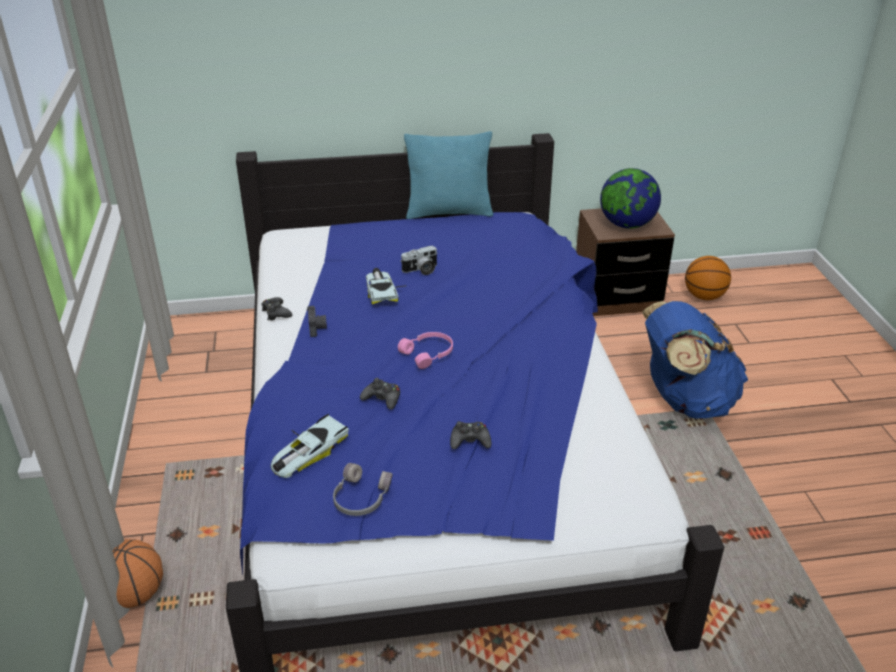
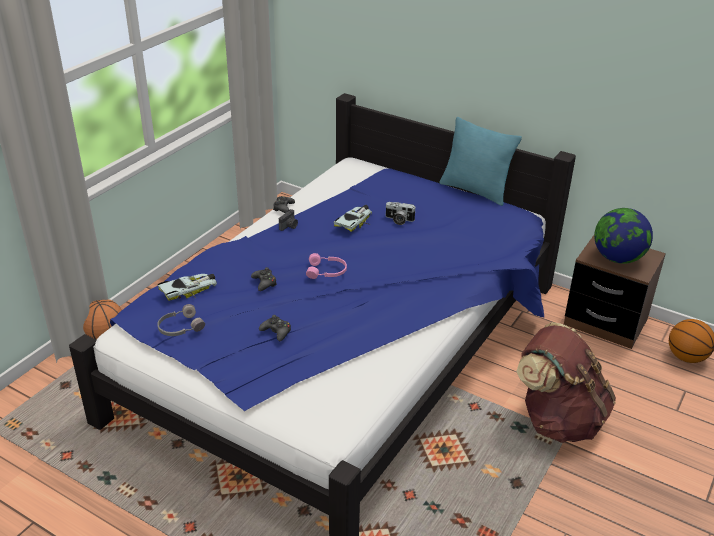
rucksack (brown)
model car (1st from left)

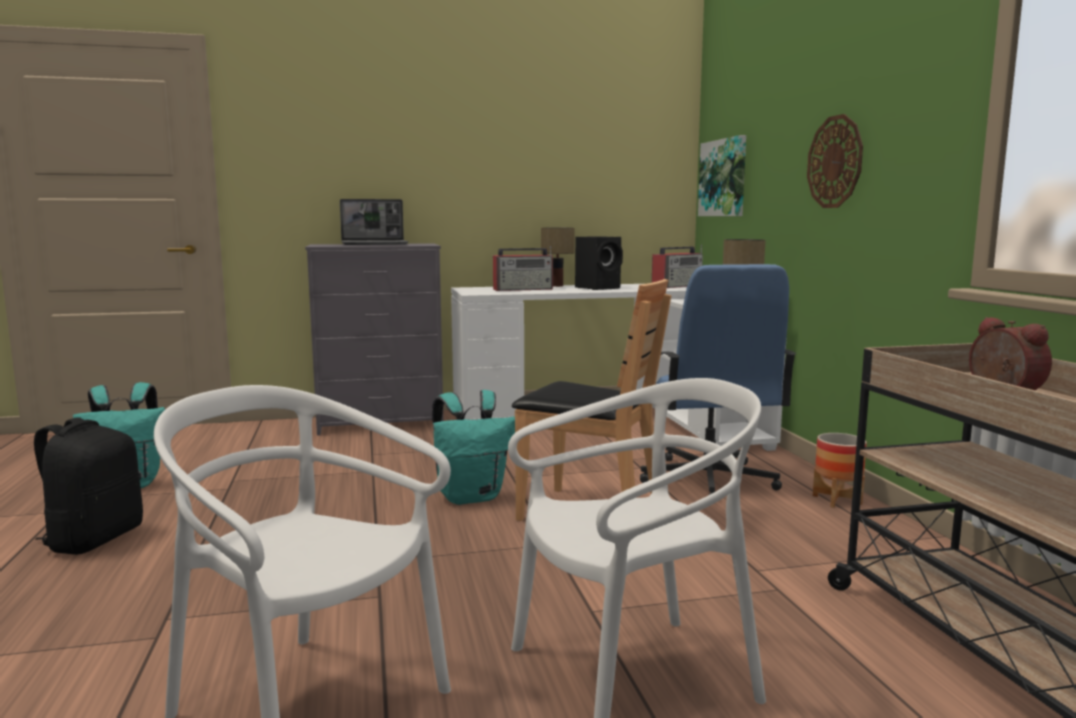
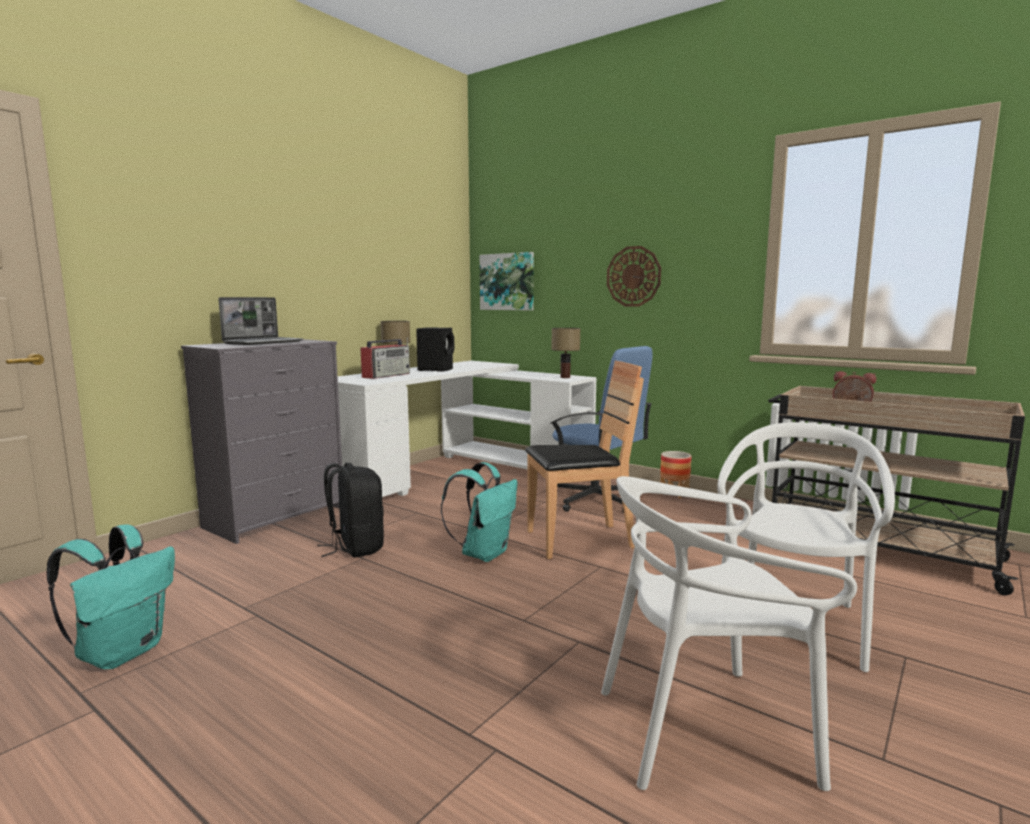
radio (2nd from left in the first image)
rucksack (blackish)

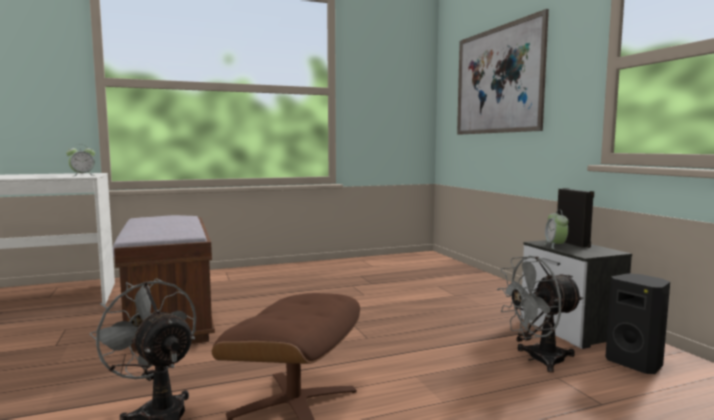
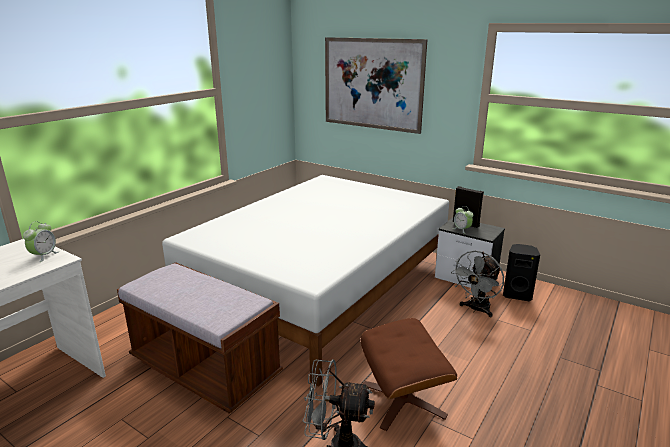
bedroom bed (white)

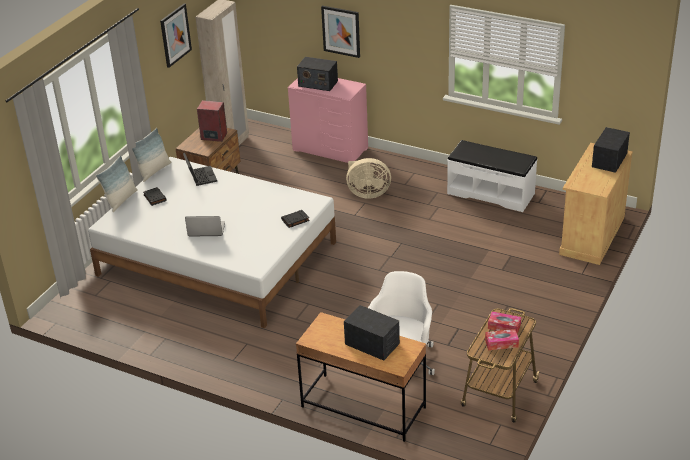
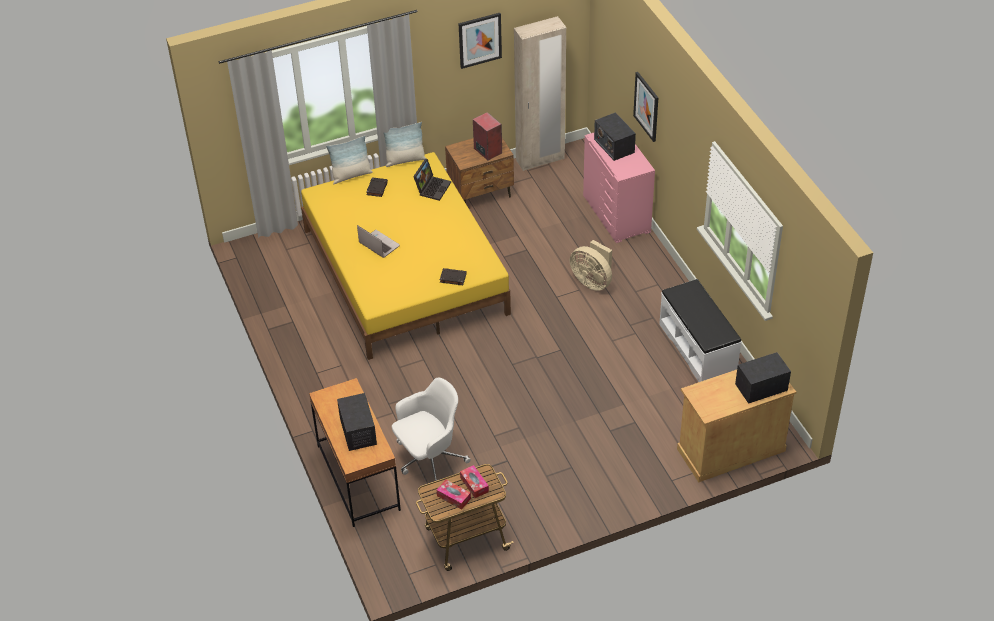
bedroom bed (yellow-coloured)

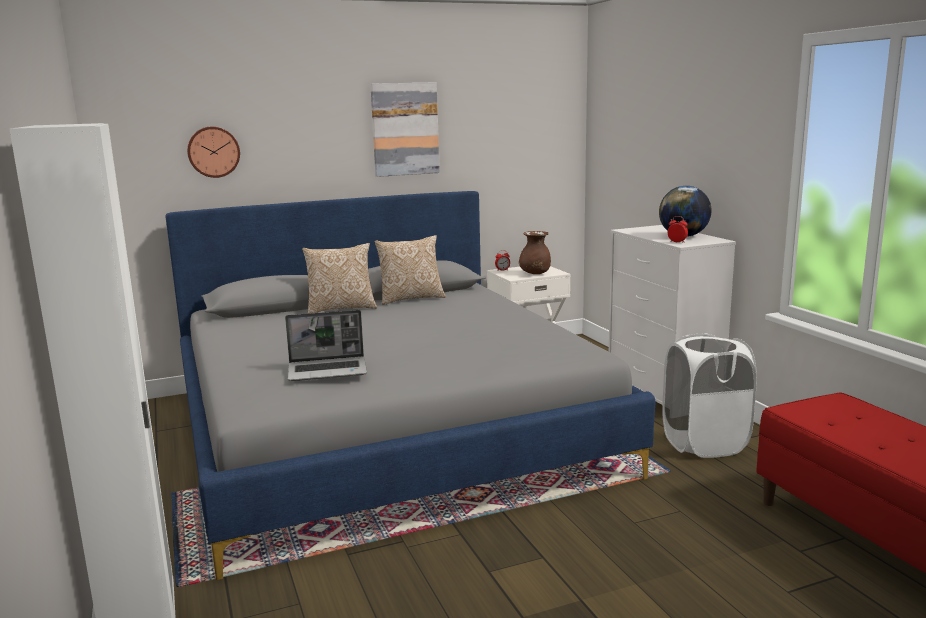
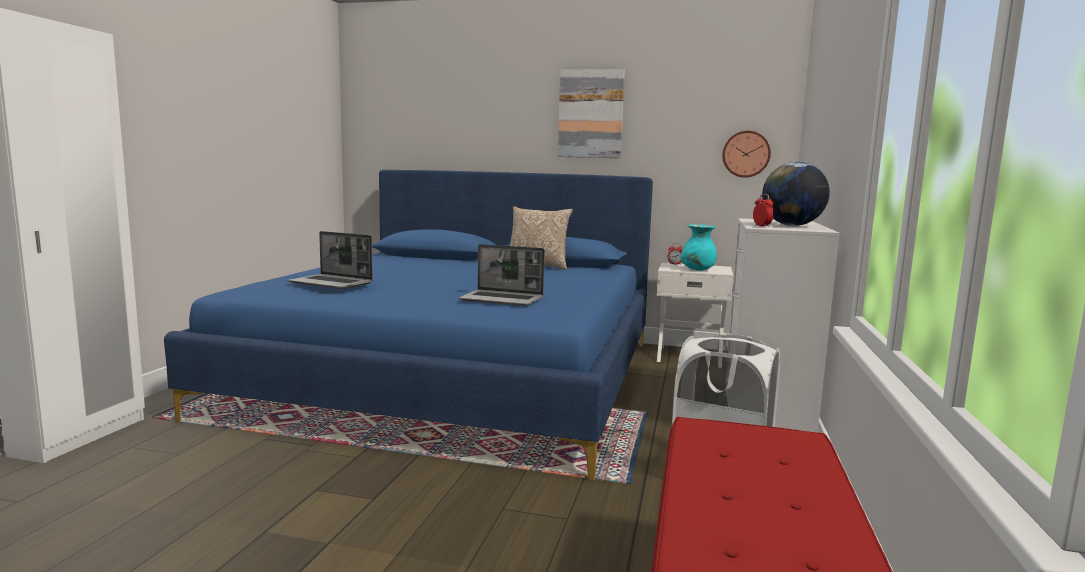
wall clock
bedroom bed (bluish)
decorative vase (turquoise)
throw pillow (1st from left in the first image)
portable computer (2nd from left)

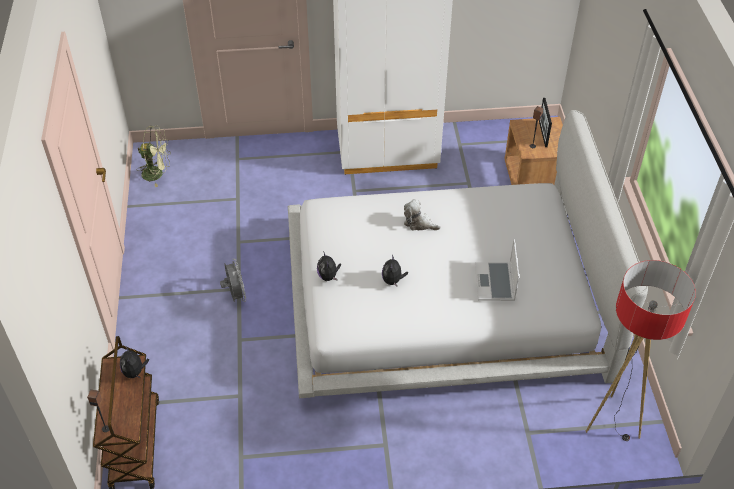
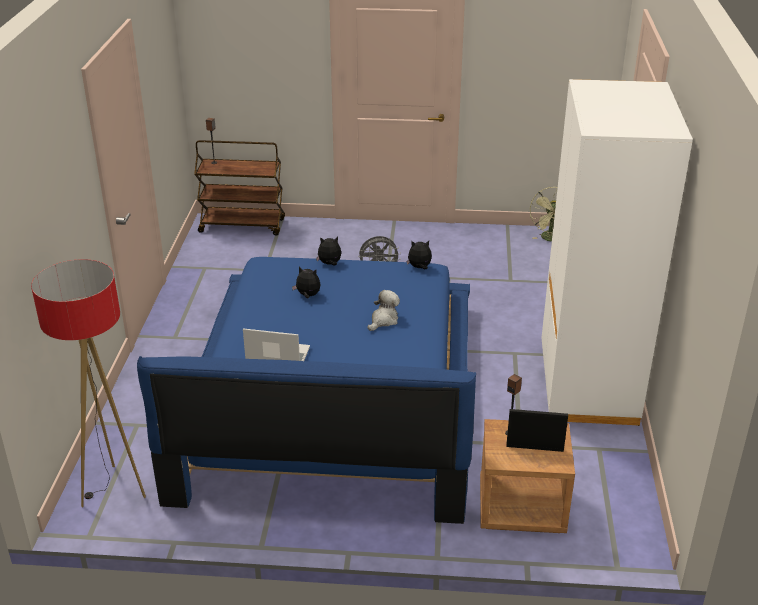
bedroom bed (bluish)
plush toy (4th from left)

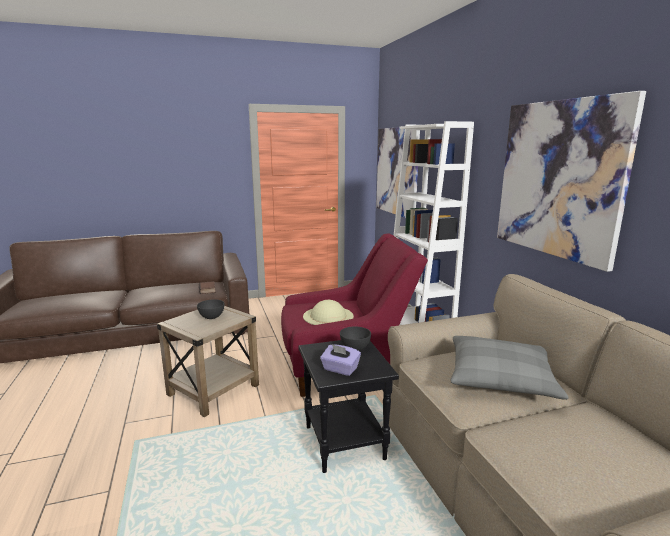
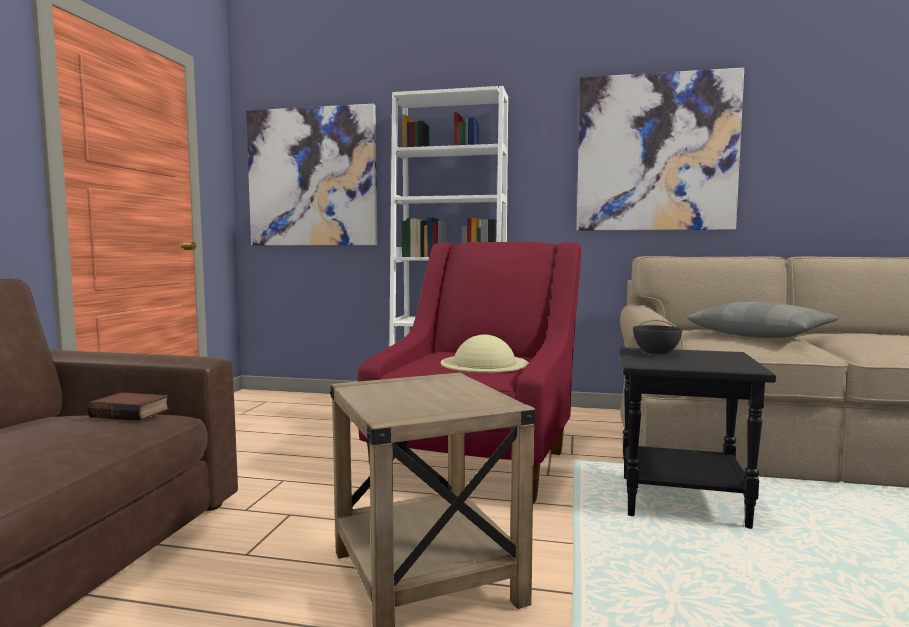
bowl (greyish) (1st from left in the first image)
tissue holder (purple-coloured)

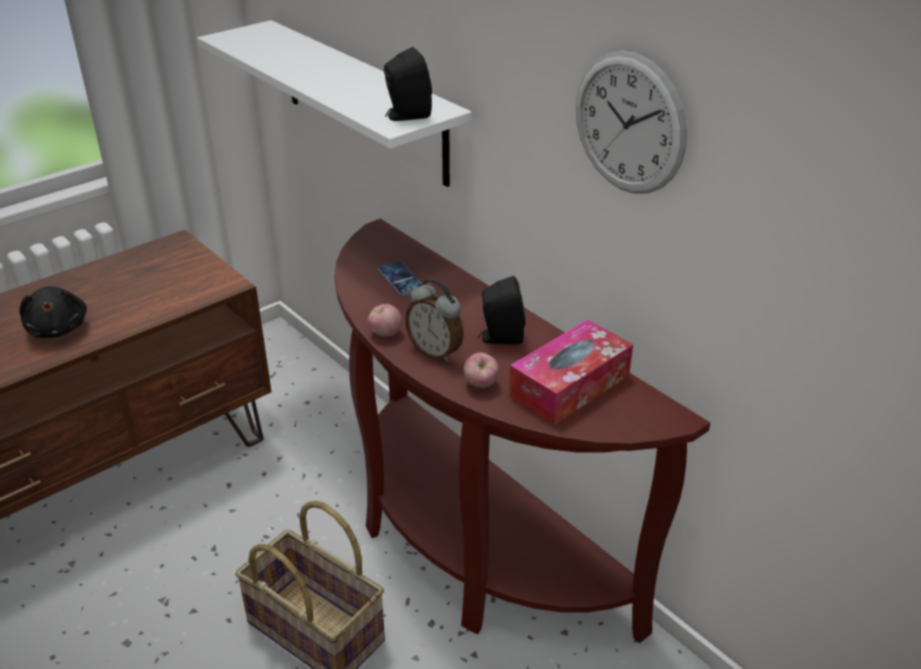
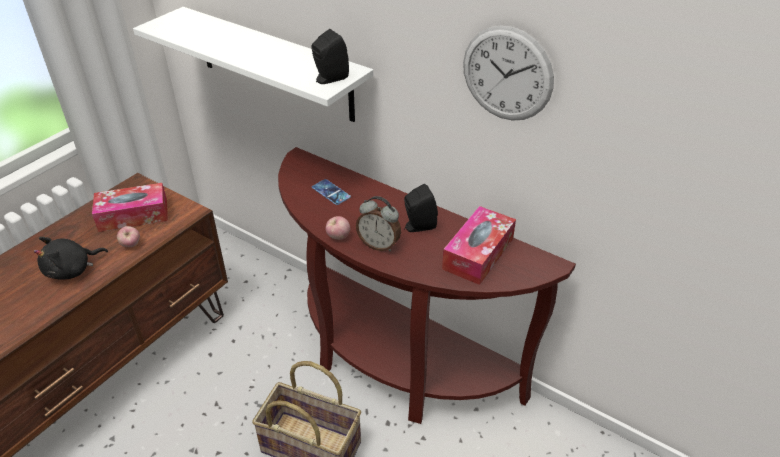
plush toy (blackish)
apple fruit (1st from left)
tissue holder (1st from left)

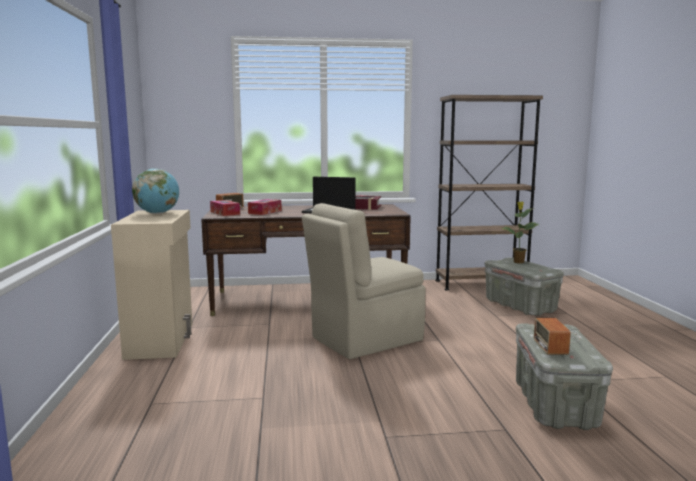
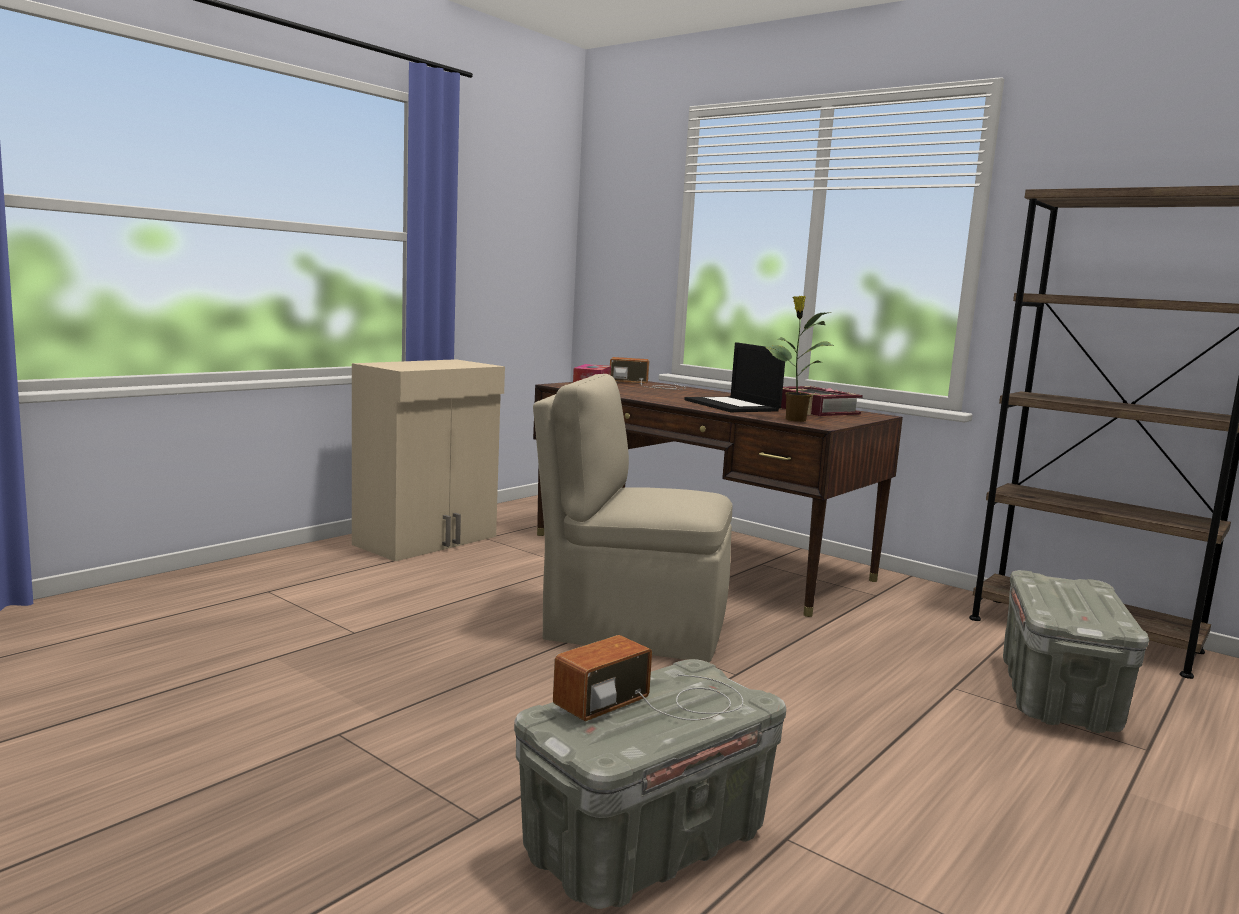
world globe
tissue holder (2nd from left in the first image)
plant in a pot

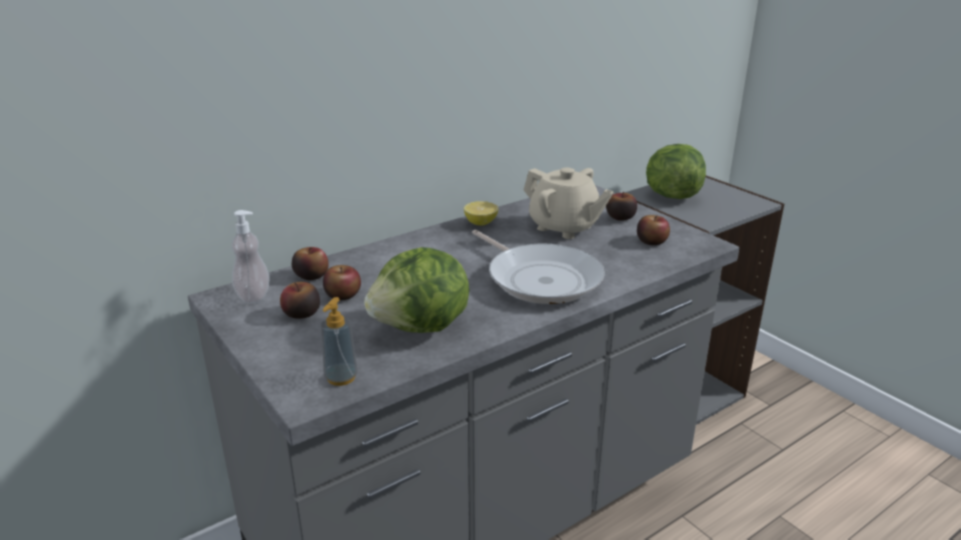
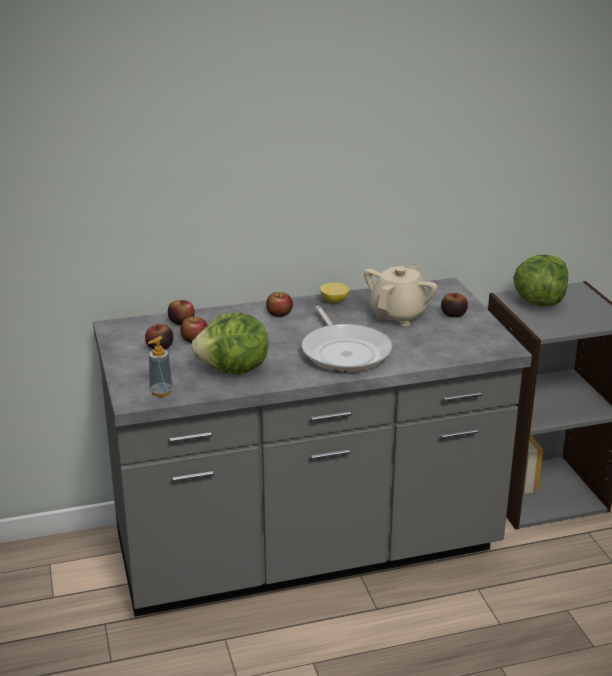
pot for tea (beige-coloured)
liquid soap bottle (1st from left in the first image)
apple fruit (4th from left)

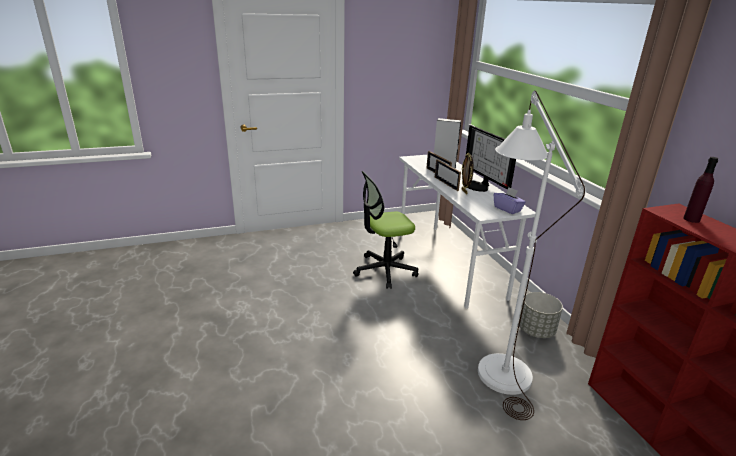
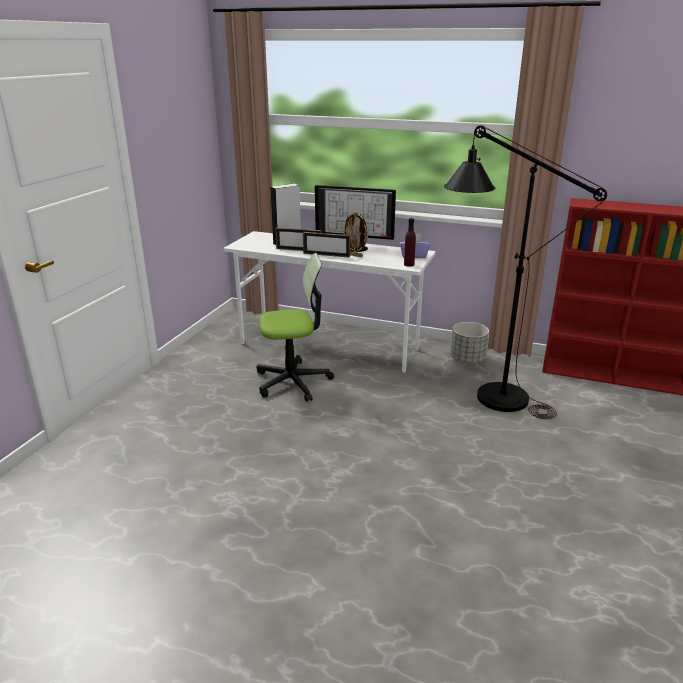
standing lamp (blackish)
beverage bottle (purple-coloured)
computer chair

